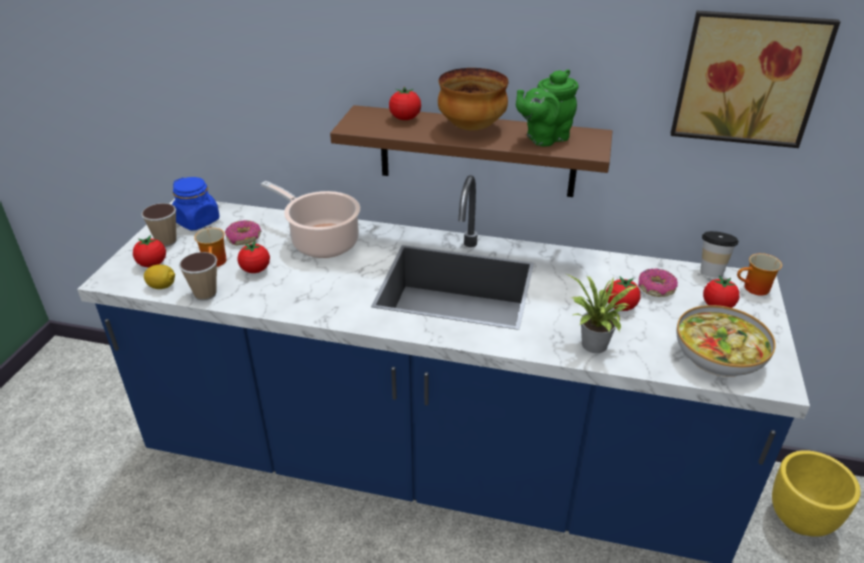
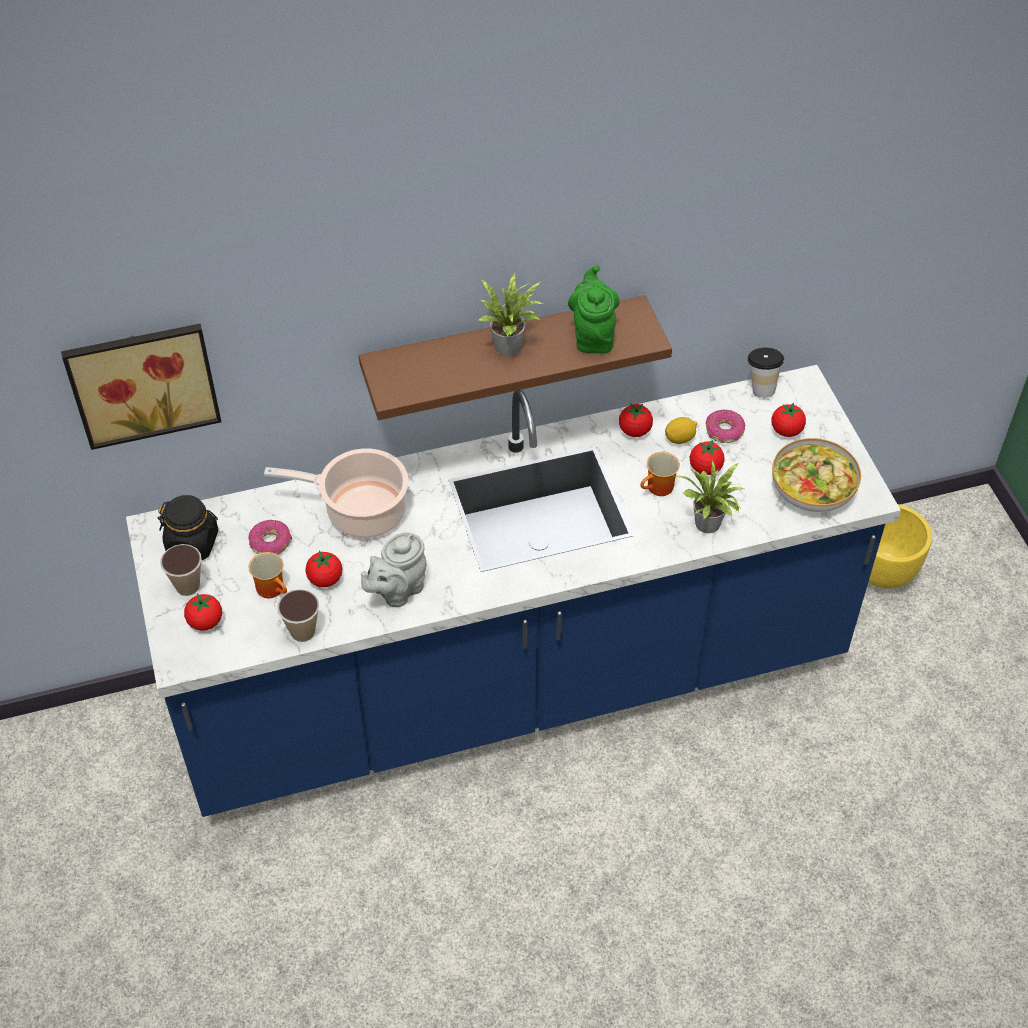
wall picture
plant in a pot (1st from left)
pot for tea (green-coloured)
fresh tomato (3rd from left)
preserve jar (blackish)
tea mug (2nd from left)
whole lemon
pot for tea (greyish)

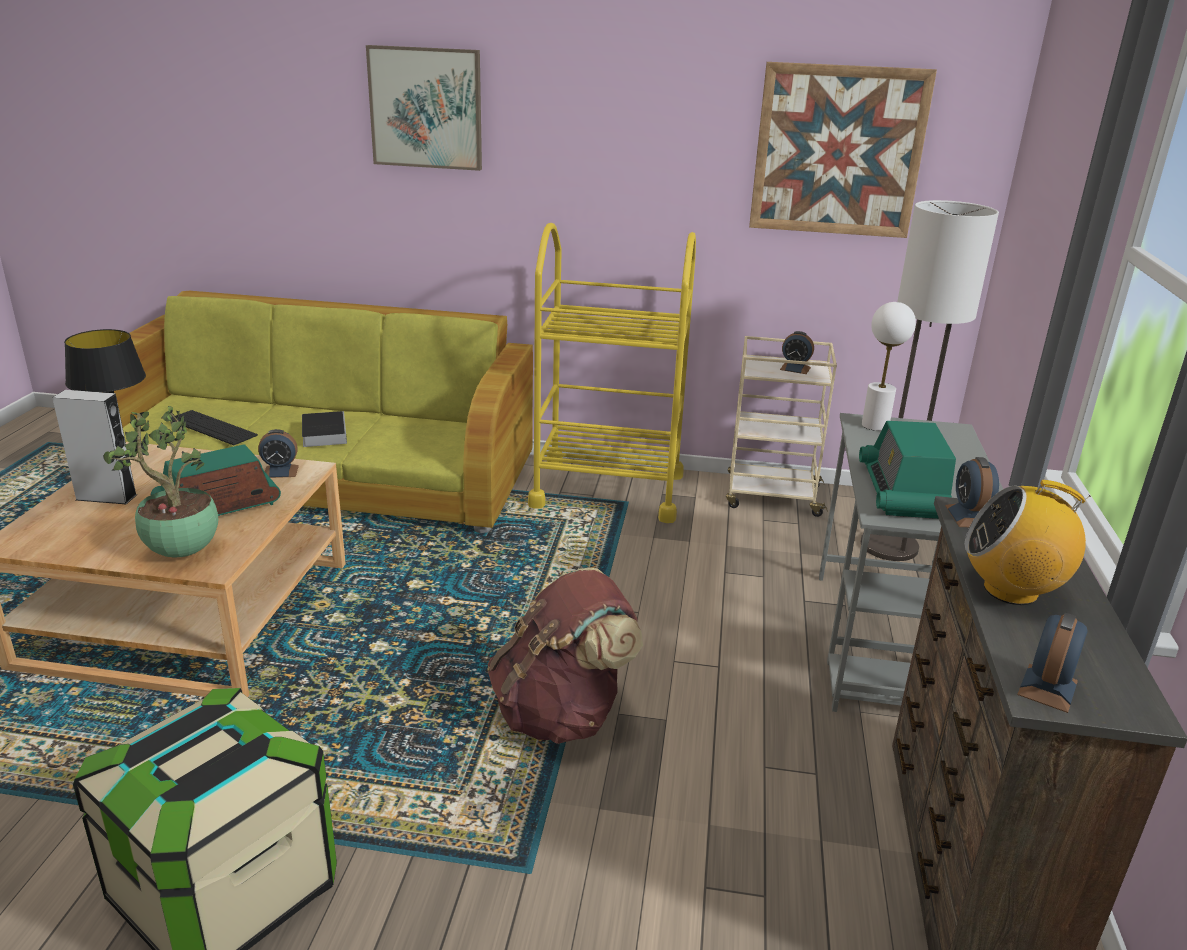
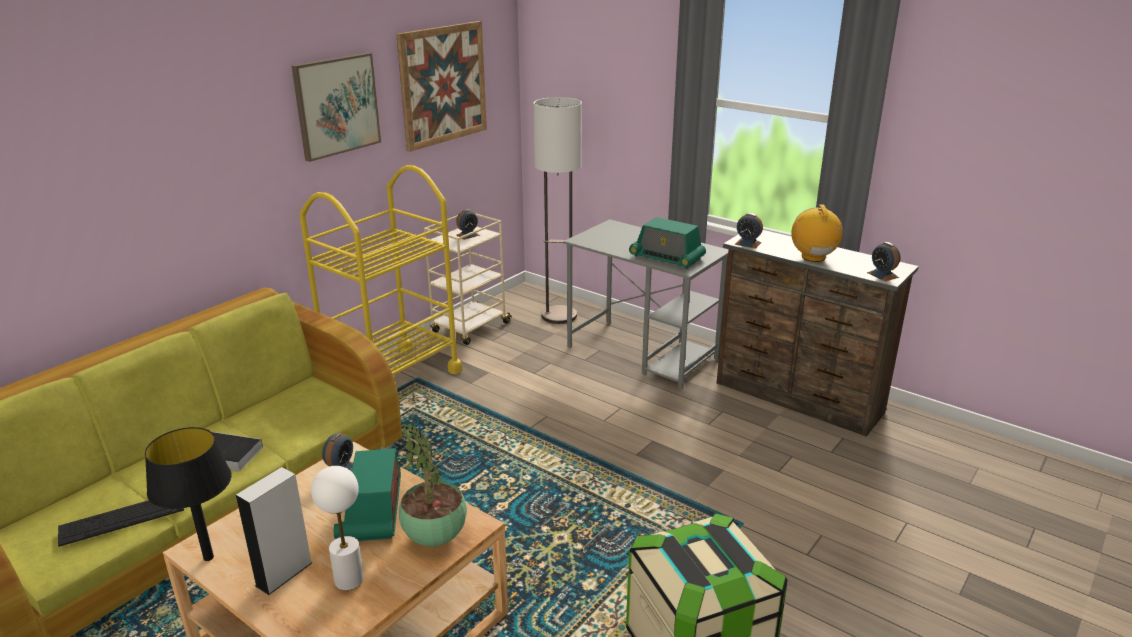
wall picture (1st from left)
table lamp (white)
radio (3rd from left)
rucksack (brown)

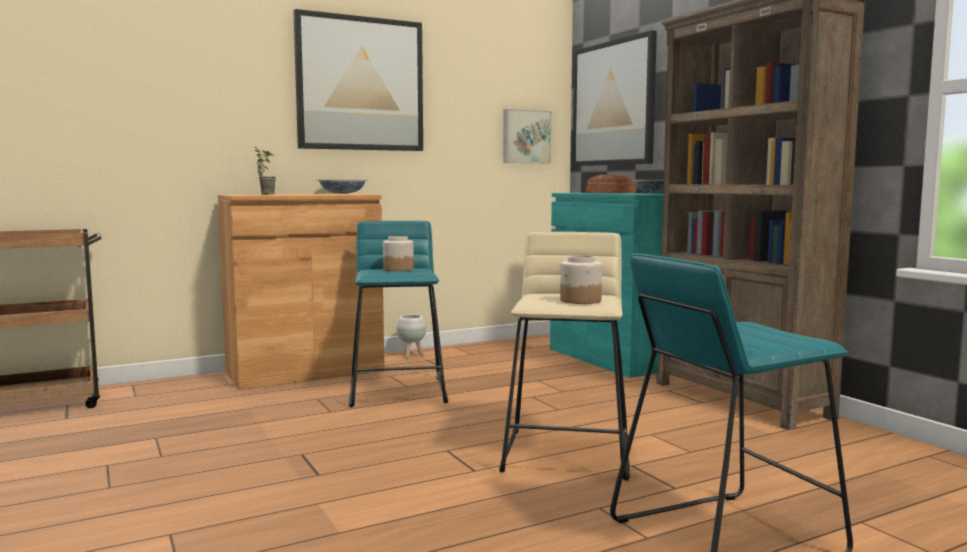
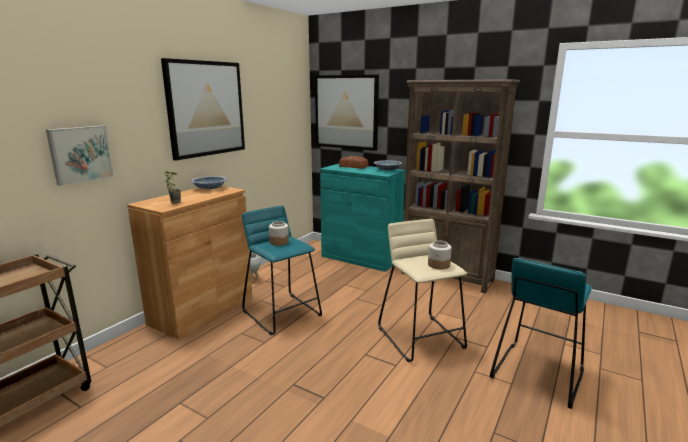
wall picture (1st from left)

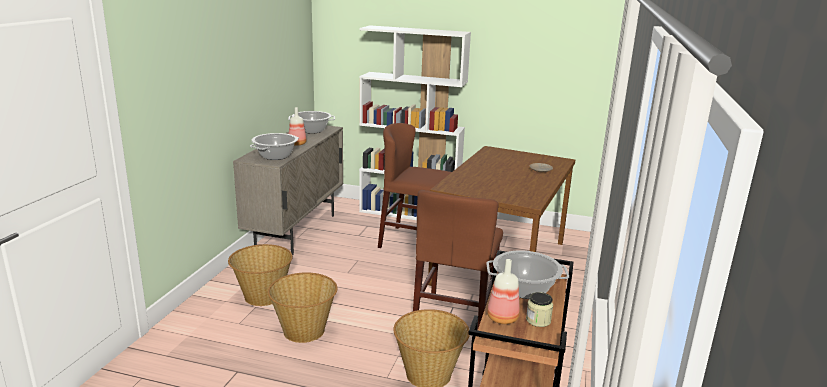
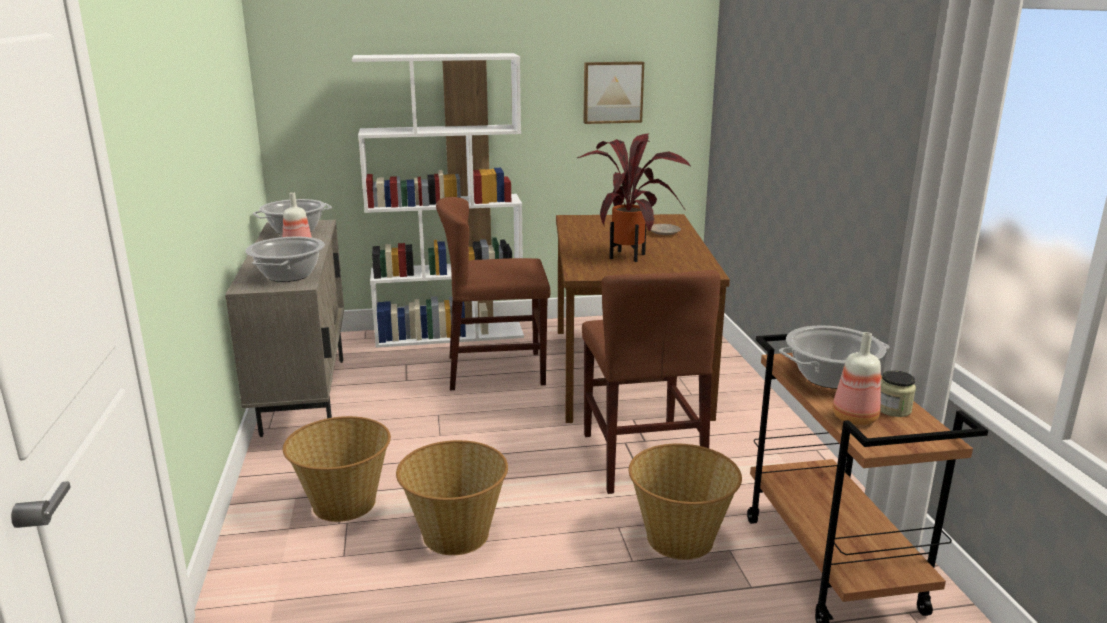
wall picture
plant in a pot

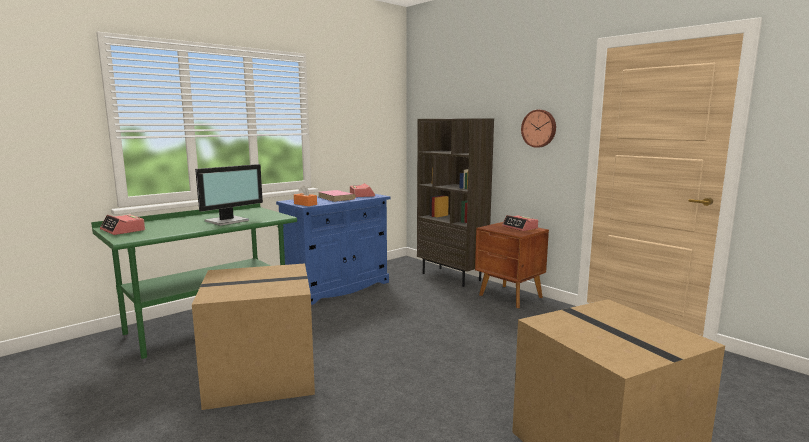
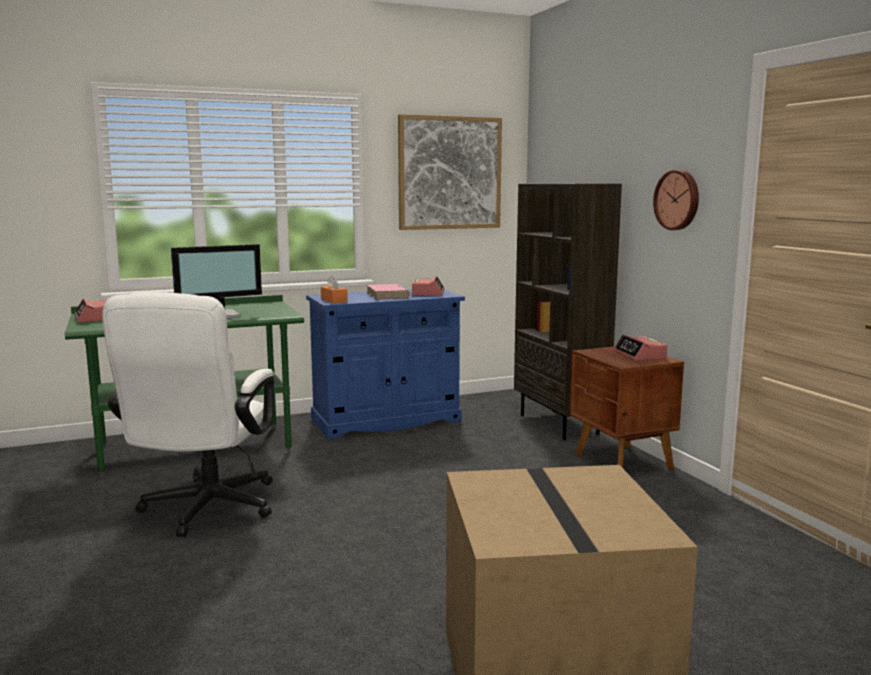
computer chair (white)
wall picture

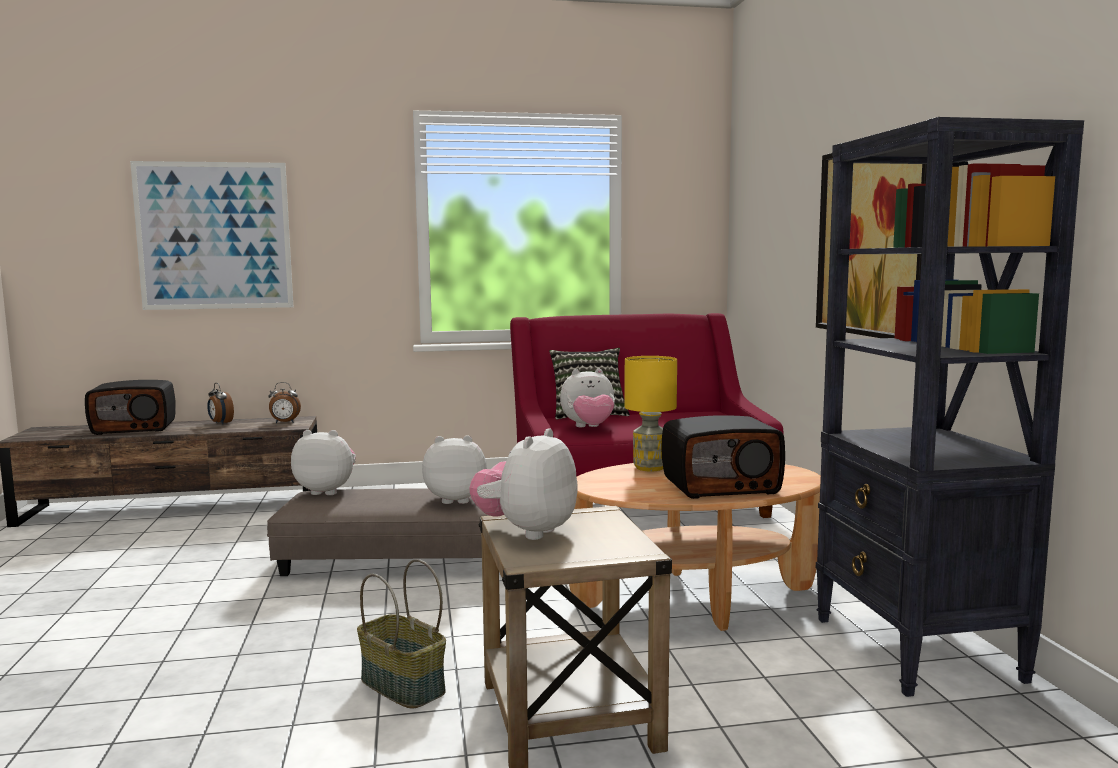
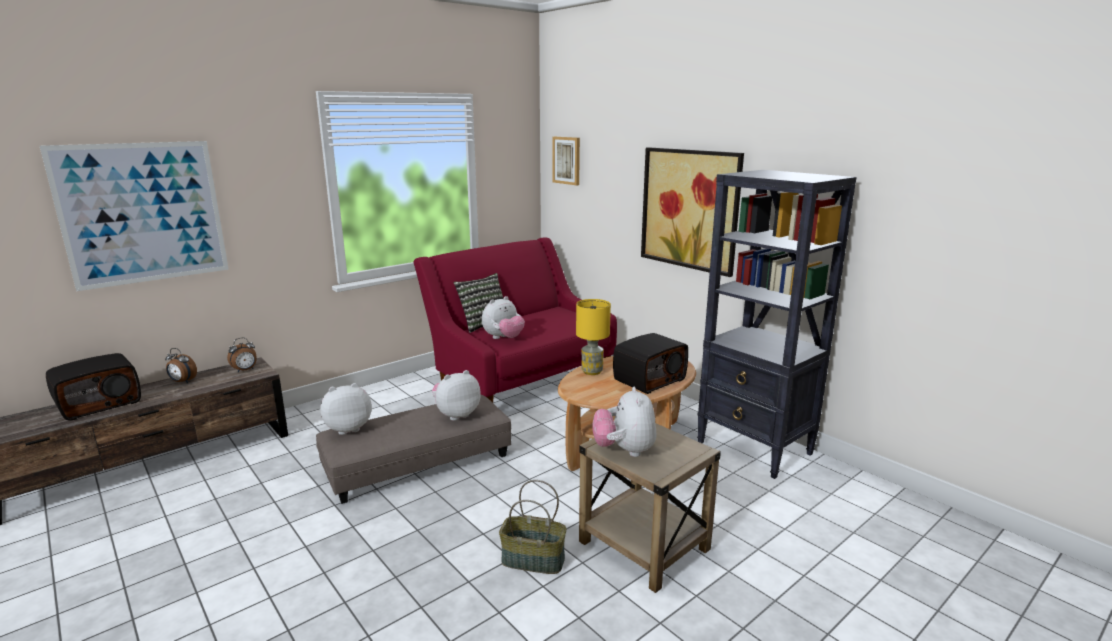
wall picture (2nd from left)

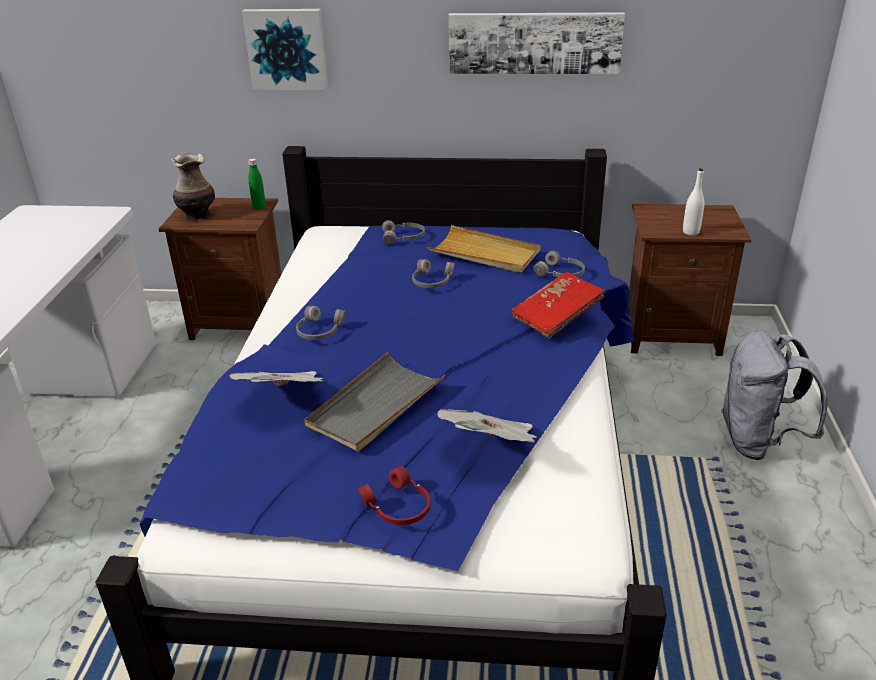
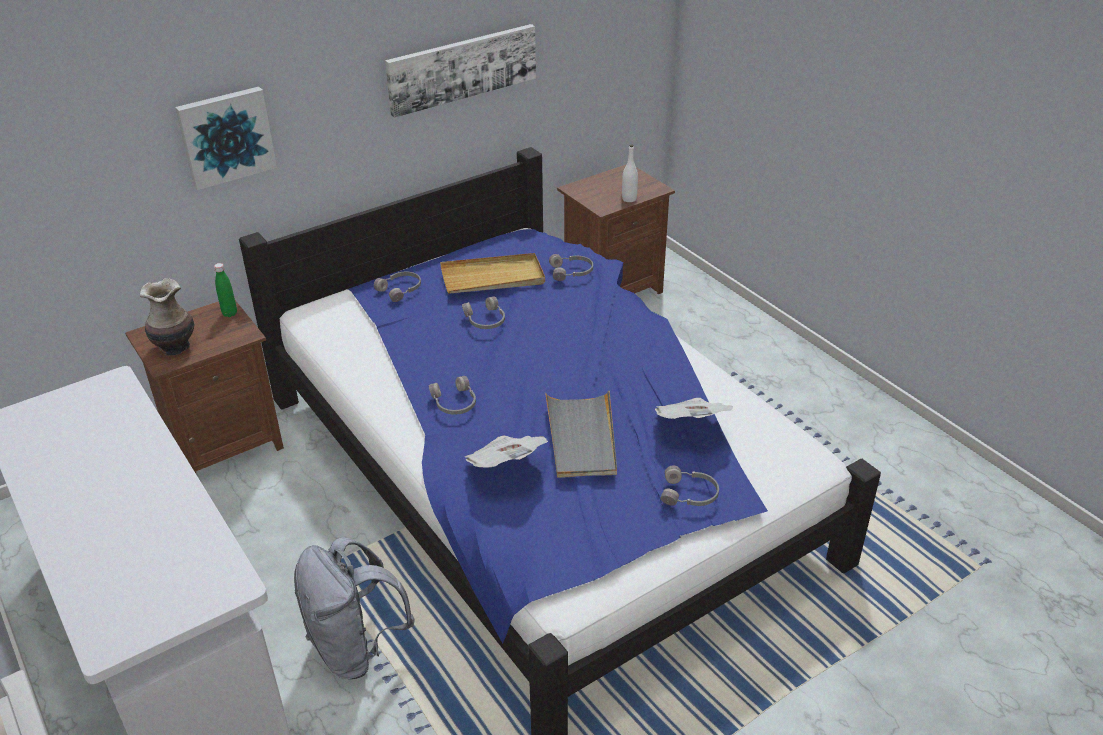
book (reddish)
rucksack (greyish)
headphones (greyish) (5th from left)

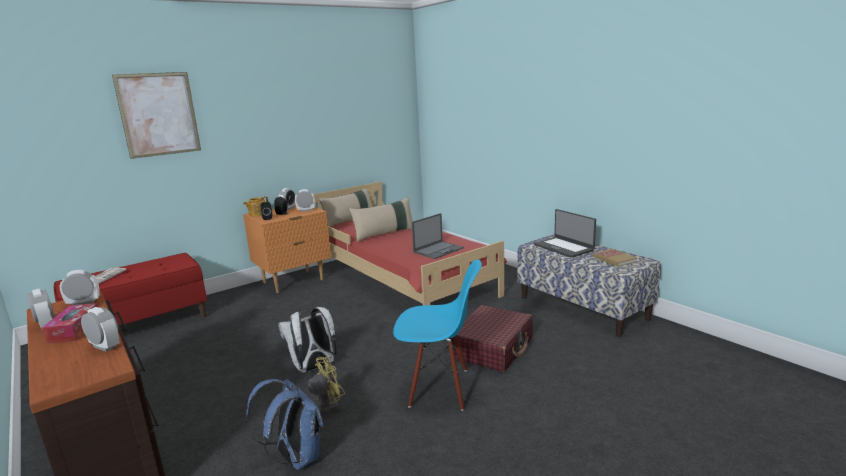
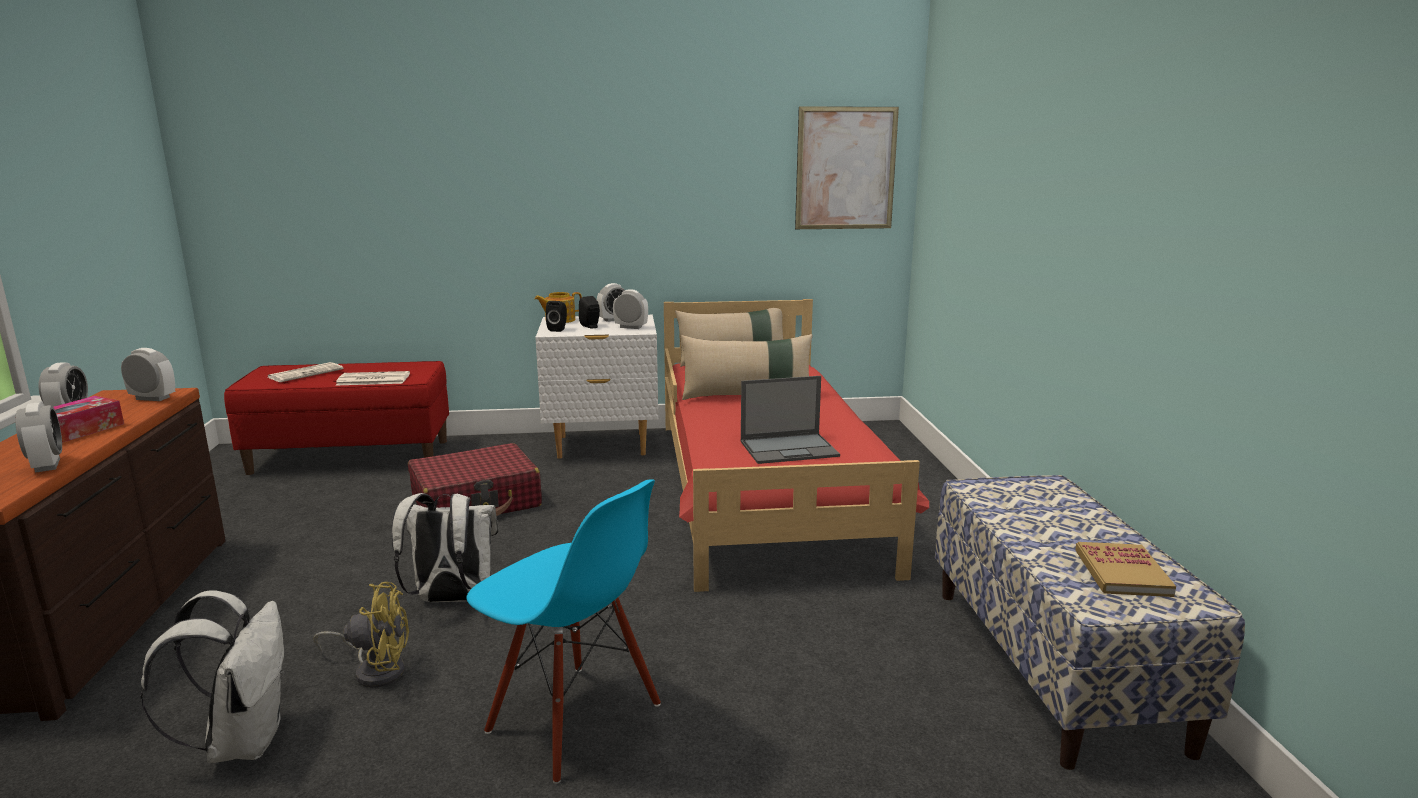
wall picture
nightstand (white)
portable computer (2nd from left in the first image)
piece of luggage (reddish)
rucksack (white) (1st from left)
daily paper (2nd from left)

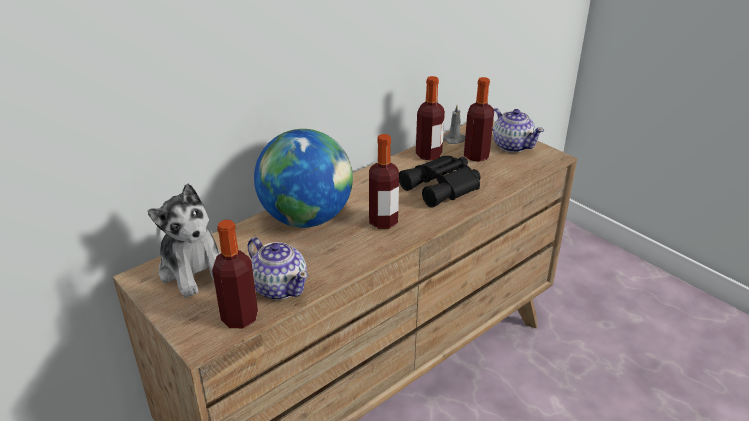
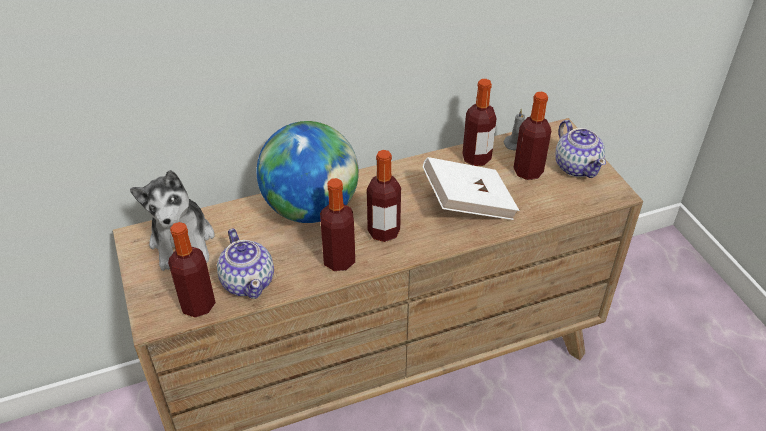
book (white)
beverage bottle (2nd from left)

